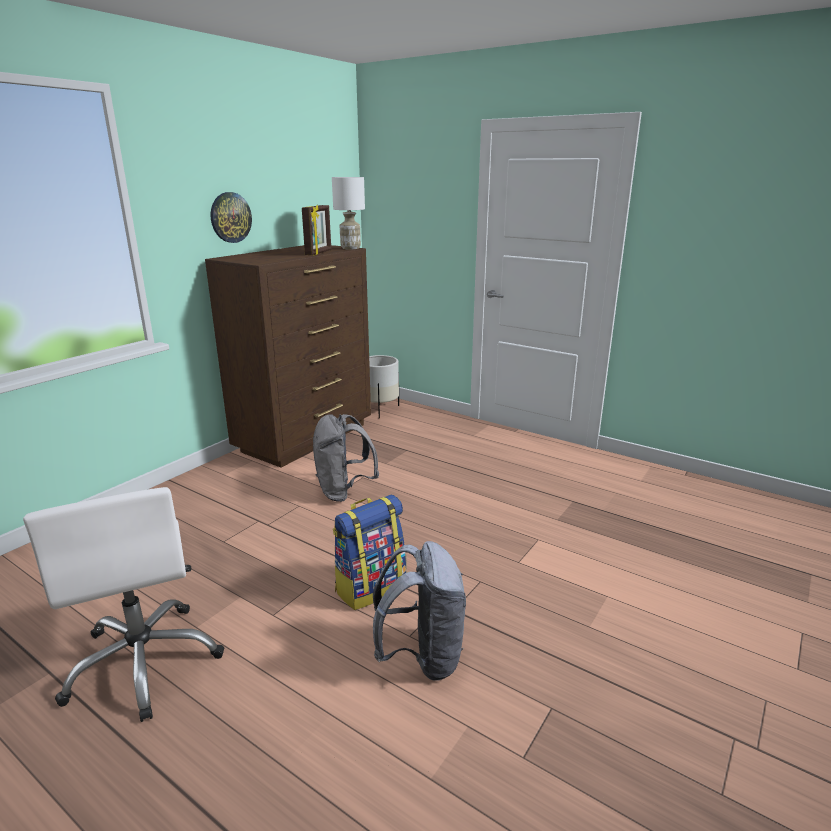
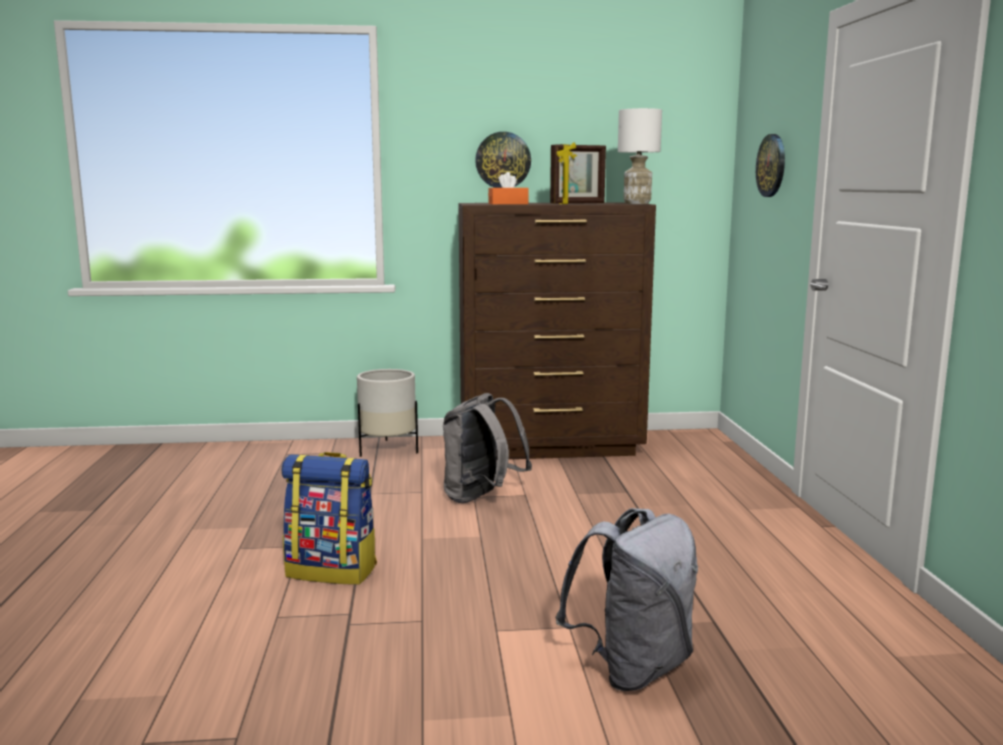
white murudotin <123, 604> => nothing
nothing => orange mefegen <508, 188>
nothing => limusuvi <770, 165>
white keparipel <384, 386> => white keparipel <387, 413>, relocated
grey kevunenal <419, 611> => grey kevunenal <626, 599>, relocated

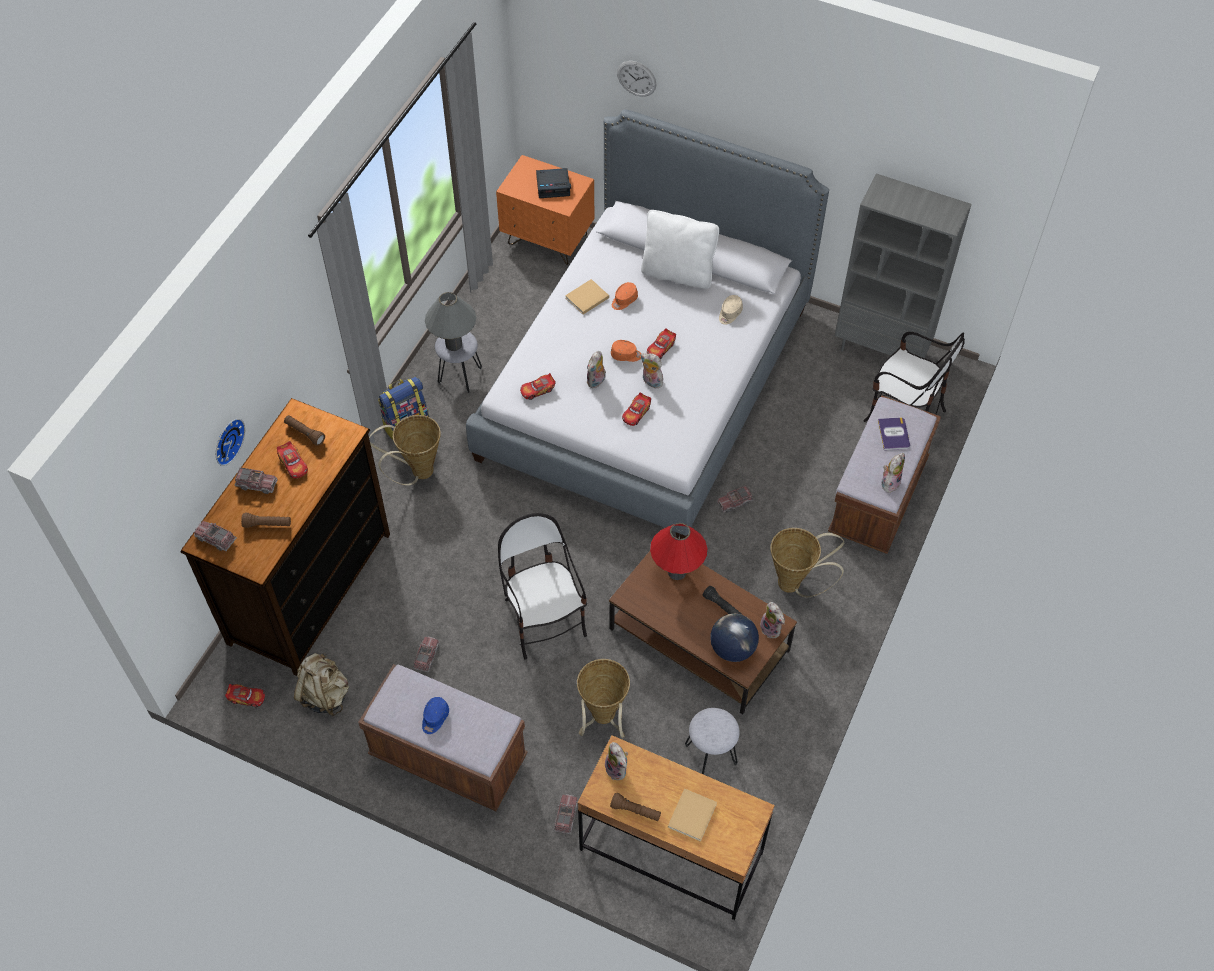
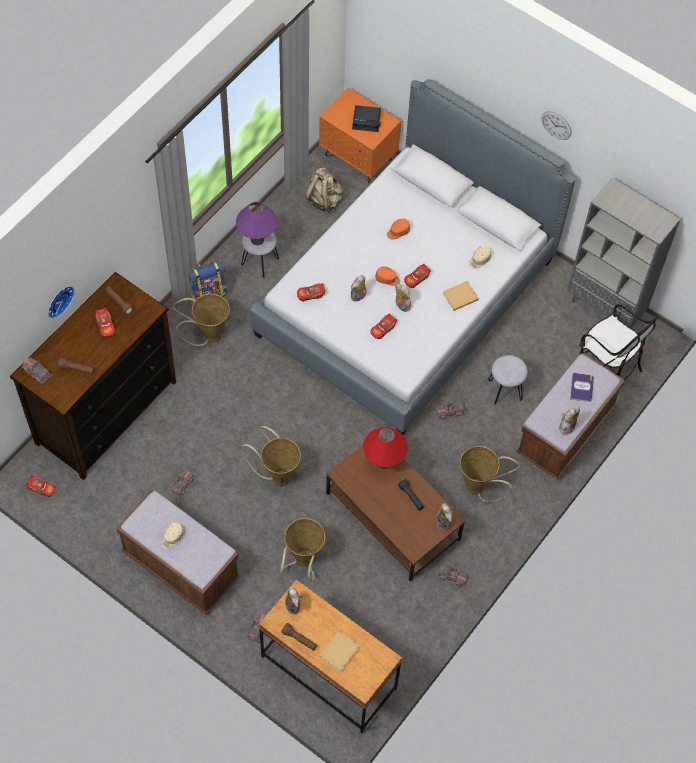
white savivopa <680, 249> => nothing
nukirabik <734, 638> => nothing
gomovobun <256, 480> => gomovobun <451, 575>, relocated
beige kevunenal <321, 684> => beige kevunenal <324, 190>, relocated
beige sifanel <587, 296> => beige sifanel <461, 296>, relocated
limusuvi <636, 79> => limusuvi <556, 125>, relocated
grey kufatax <712, 741> => grey kufatax <508, 380>, relocated
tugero <542, 586> => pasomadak <271, 456>
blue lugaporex <435, 715> => beige lugaporex <173, 535>
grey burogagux <450, 321> => purple burogagux <256, 223>

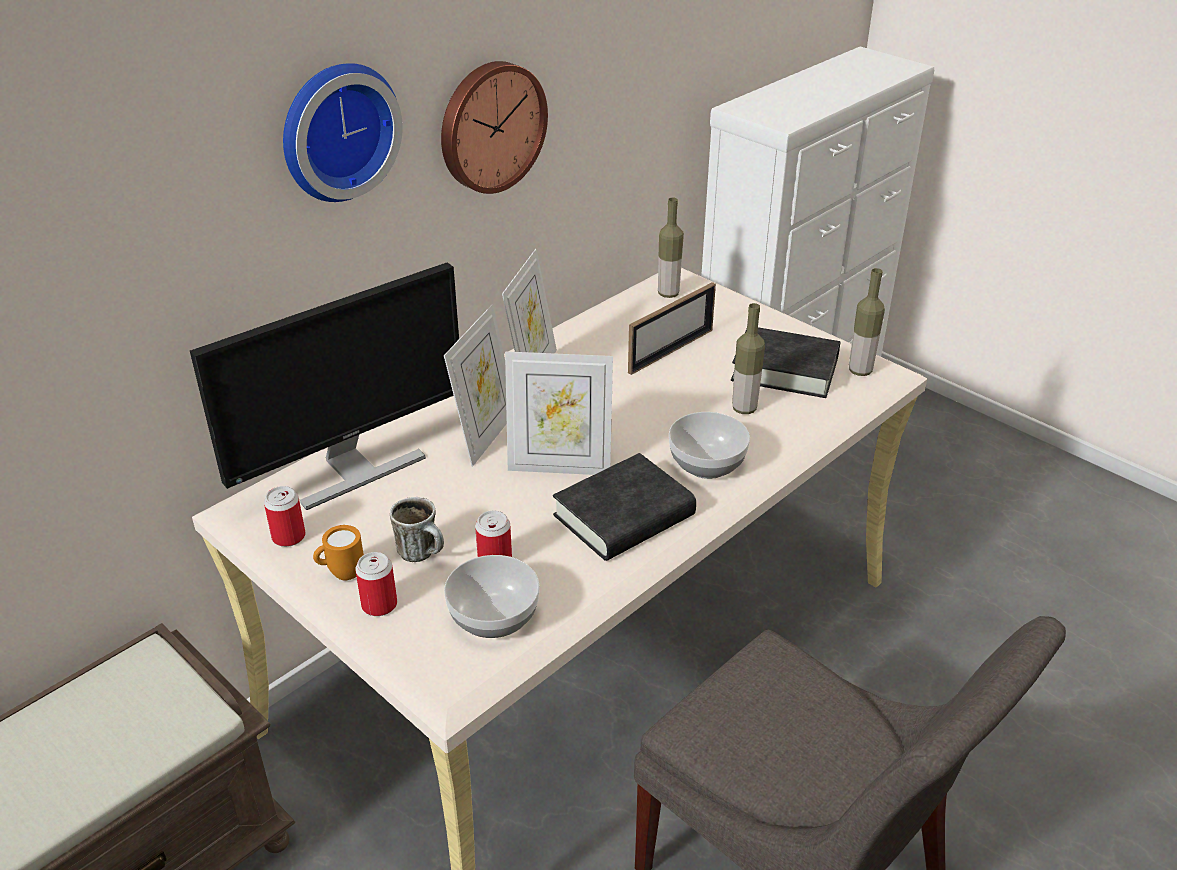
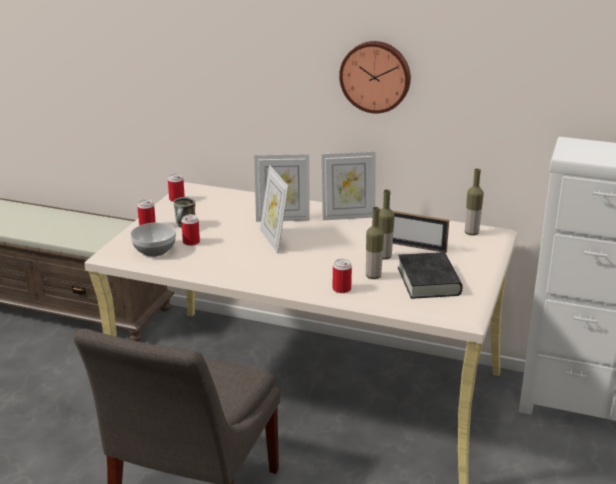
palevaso <324, 386> => nothing
limusuvi <343, 132> => nothing
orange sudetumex <338, 553> => nothing
black sifanel <624, 507> => nothing
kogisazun <709, 445> => nothing
nothing => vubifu <342, 276>
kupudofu <867, 322> => kupudofu <387, 225>, relocated

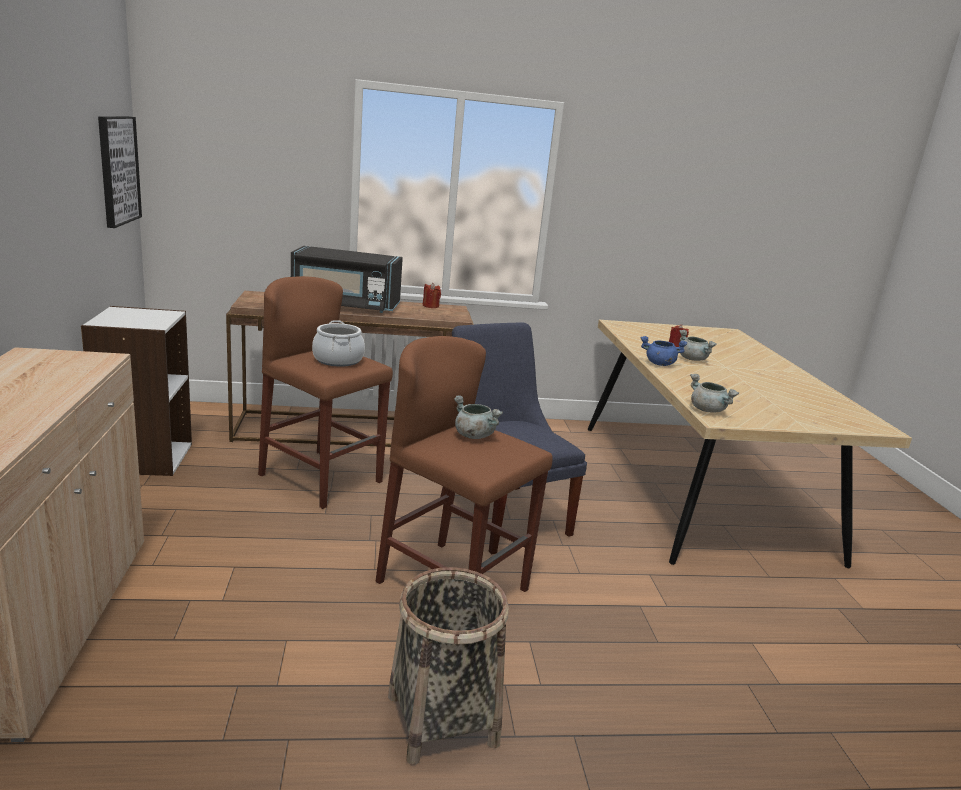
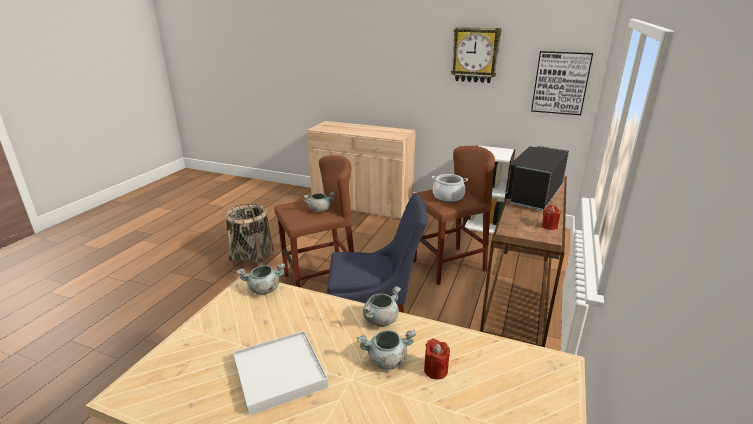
nothing => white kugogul <280, 373>
nothing => limusuvi <476, 55>
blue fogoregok <664, 351> => grey fogoregok <382, 306>

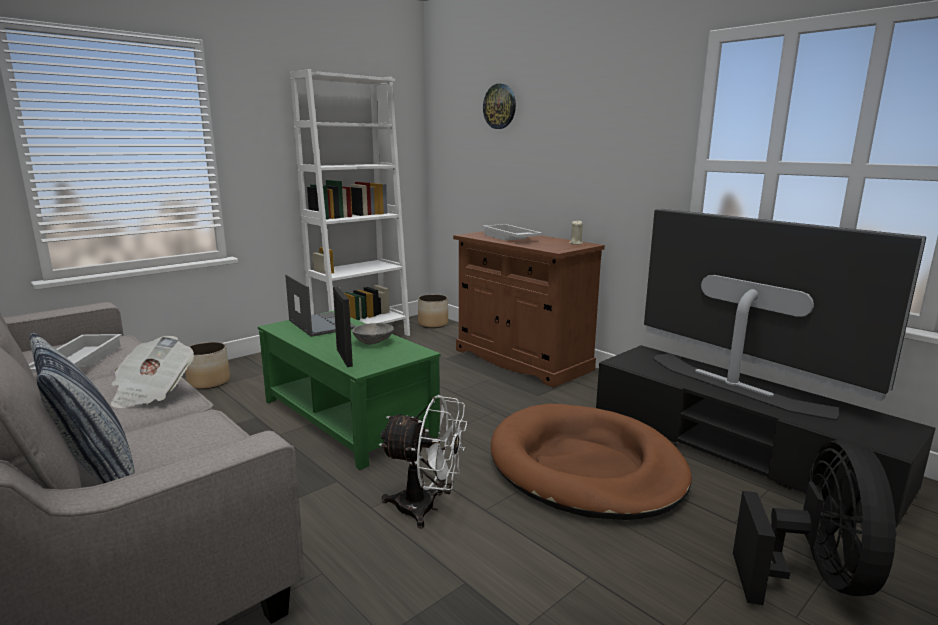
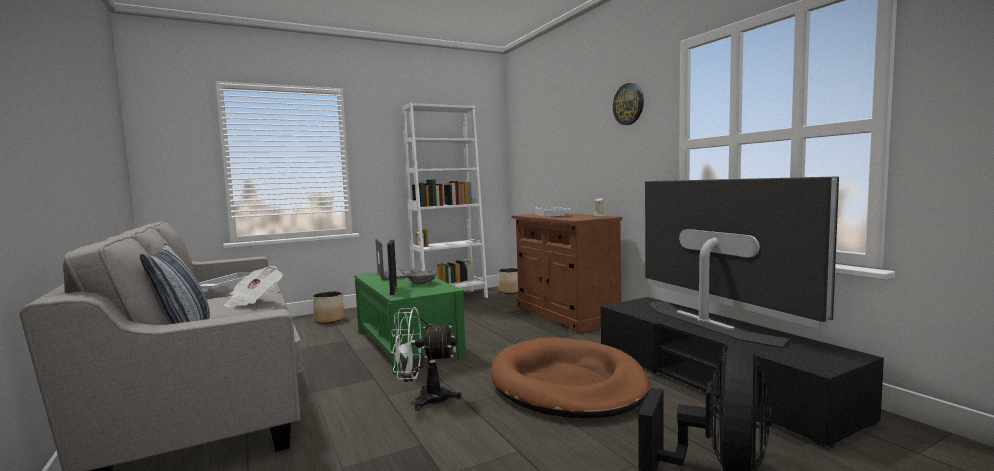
limusuvi <499, 106> => limusuvi <628, 104>, relocated
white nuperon <422, 462> => white nuperon <426, 359>, 150 degrees clockwise

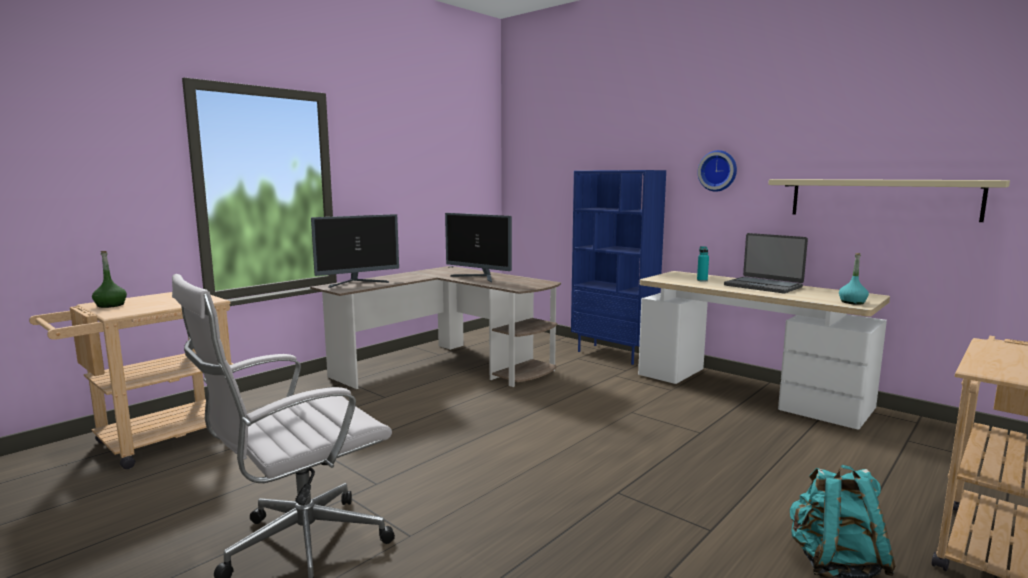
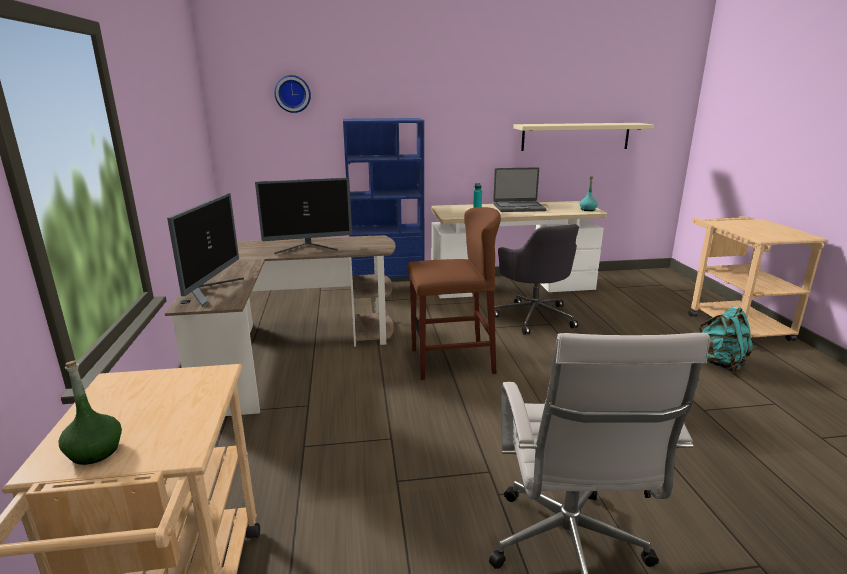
nothing => brown kufatax <454, 293>
nothing => grey murudotin <536, 279>
limusuvi <717, 171> => limusuvi <292, 94>, relocated

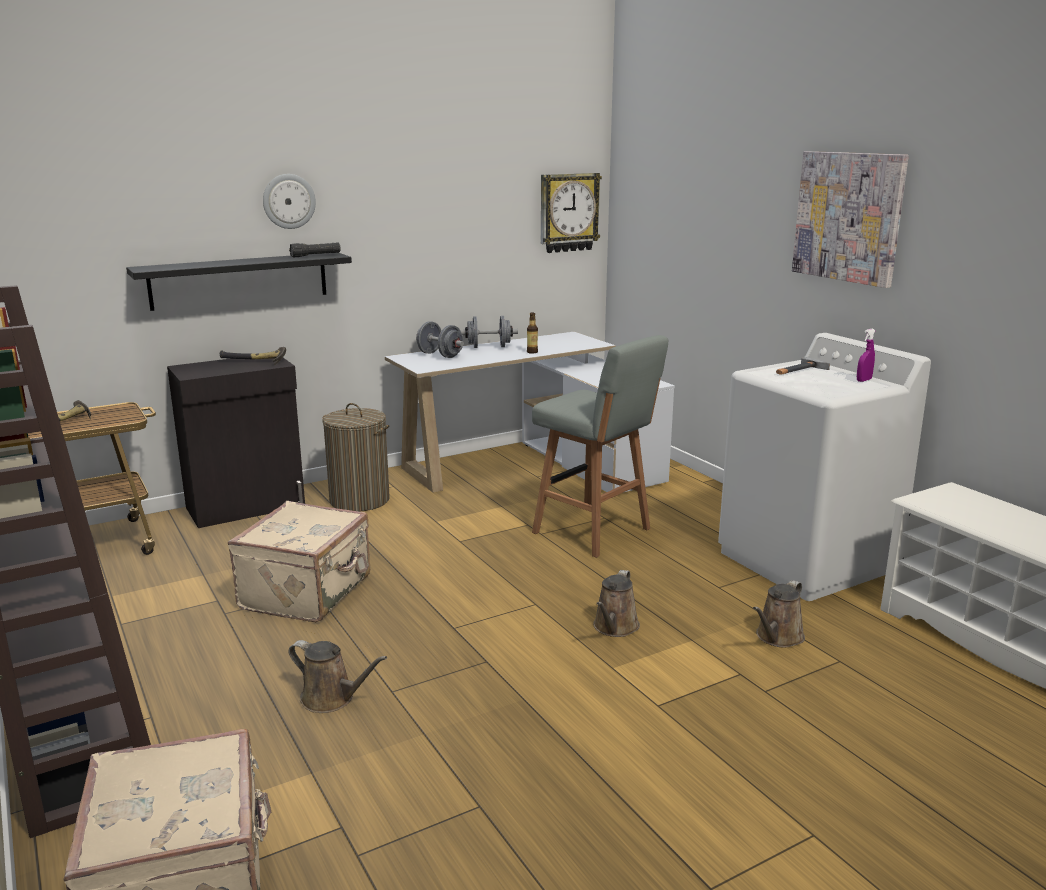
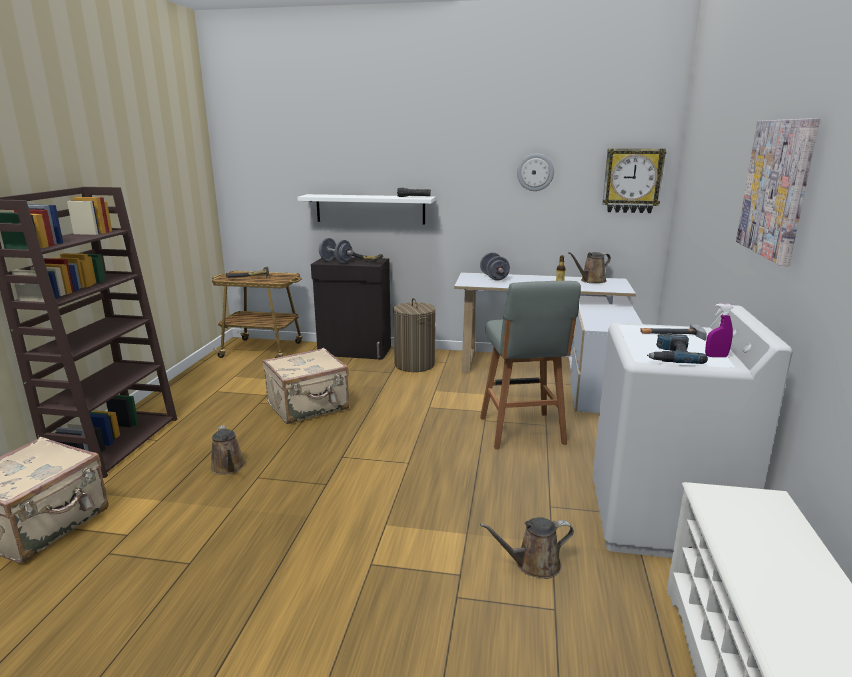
nothing => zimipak <677, 349>
limusuvi <289, 201> => limusuvi <535, 172>, relocated
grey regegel <489, 332> => grey regegel <336, 250>, relocated
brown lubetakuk <616, 603> => brown lubetakuk <589, 267>, relocated
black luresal <239, 282> => white luresal <366, 209>

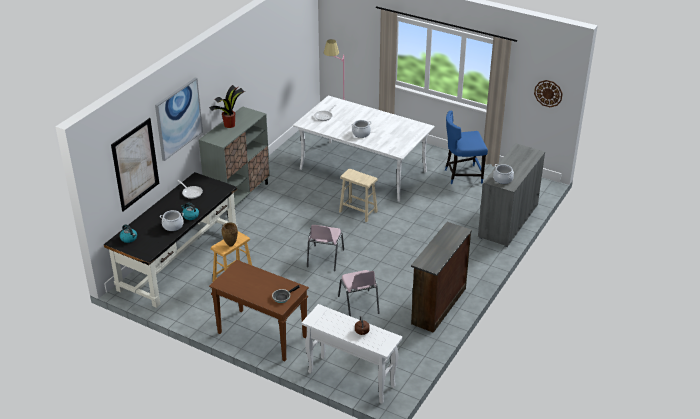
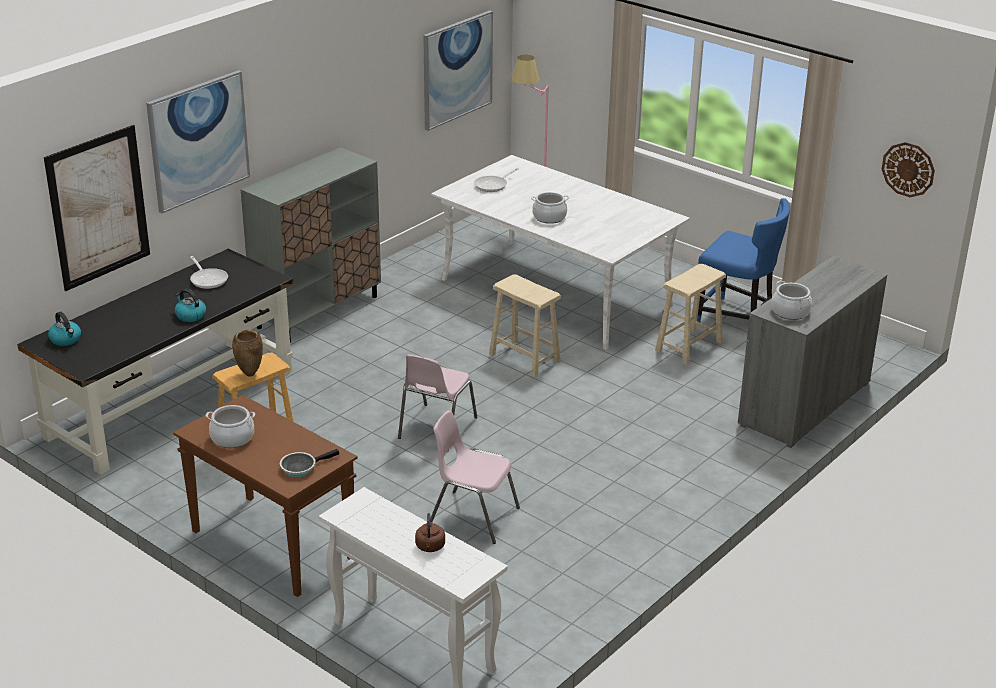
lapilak <227, 106> => nothing
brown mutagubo <441, 277> => nothing
nothing => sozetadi <458, 71>
nothing => beige kufatax <690, 314>
fogoregok <172, 220> => fogoregok <230, 426>, relocated
pink tugero <359, 293> => pink tugero <475, 477>, 120 degrees clockwise
blue tugero <466, 147> => blue tugero <743, 260>, 150 degrees counterclockwise

